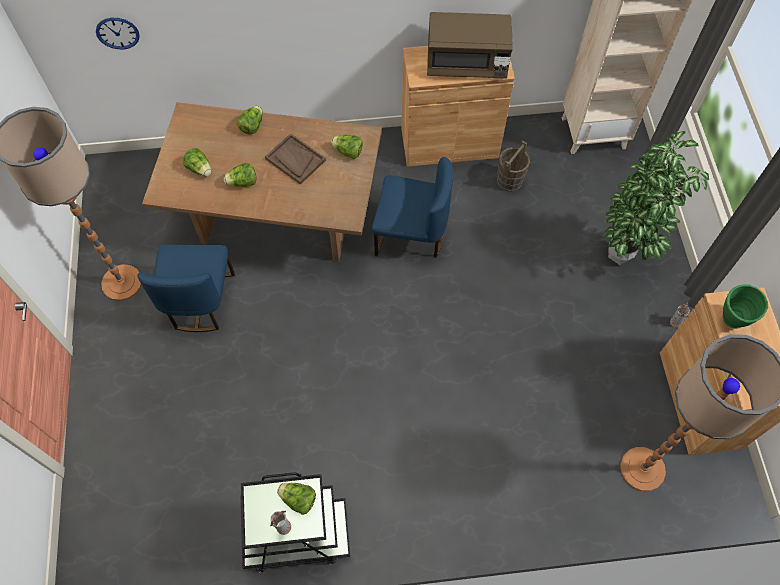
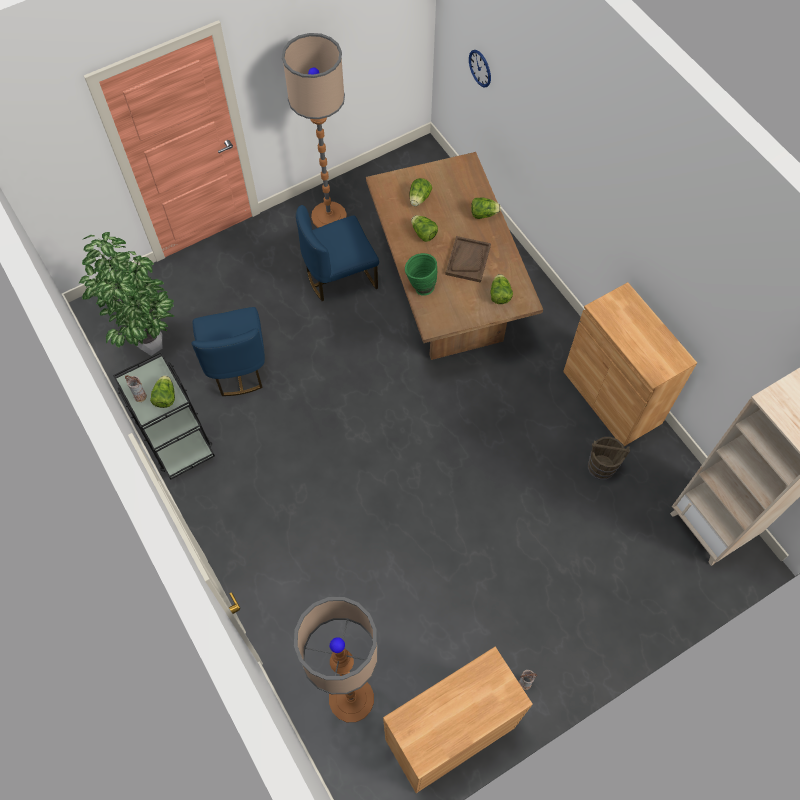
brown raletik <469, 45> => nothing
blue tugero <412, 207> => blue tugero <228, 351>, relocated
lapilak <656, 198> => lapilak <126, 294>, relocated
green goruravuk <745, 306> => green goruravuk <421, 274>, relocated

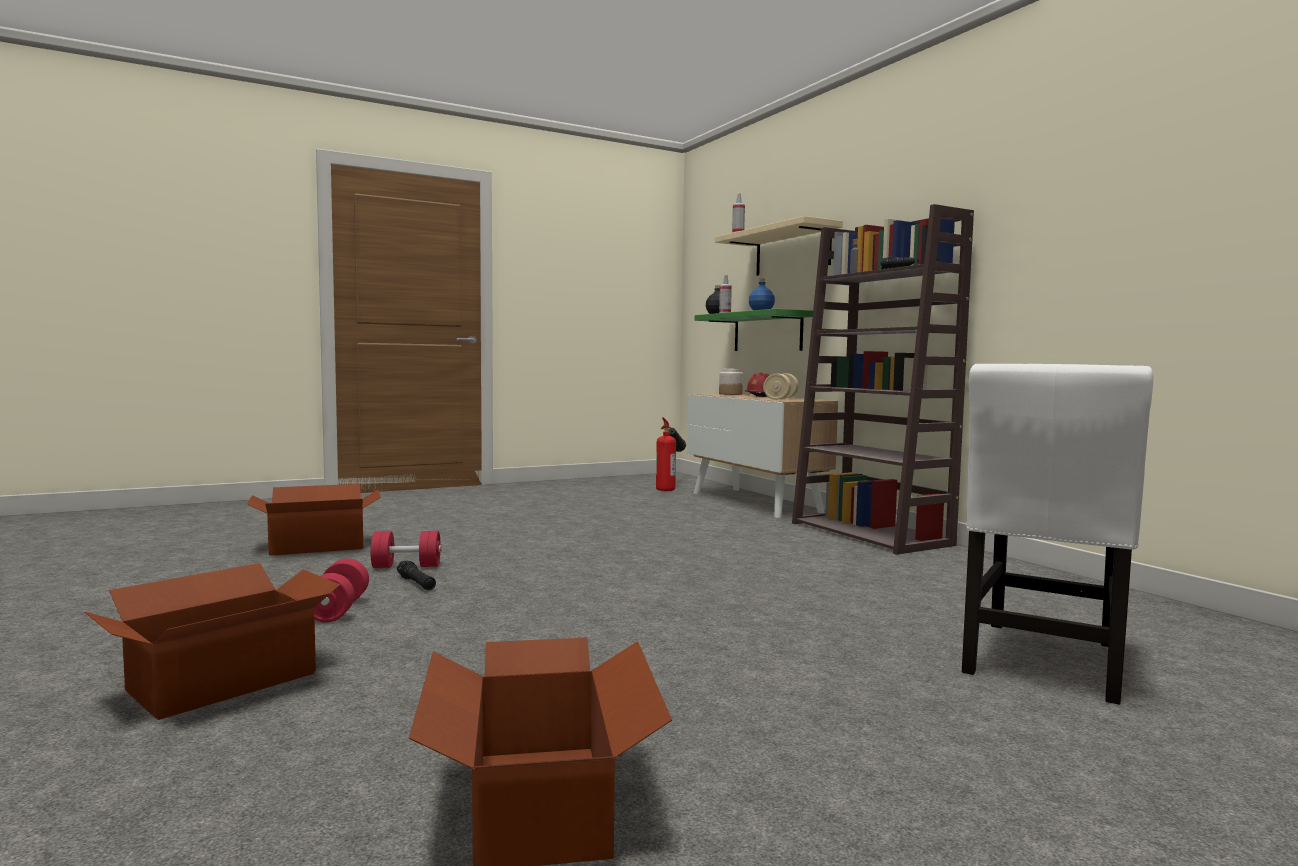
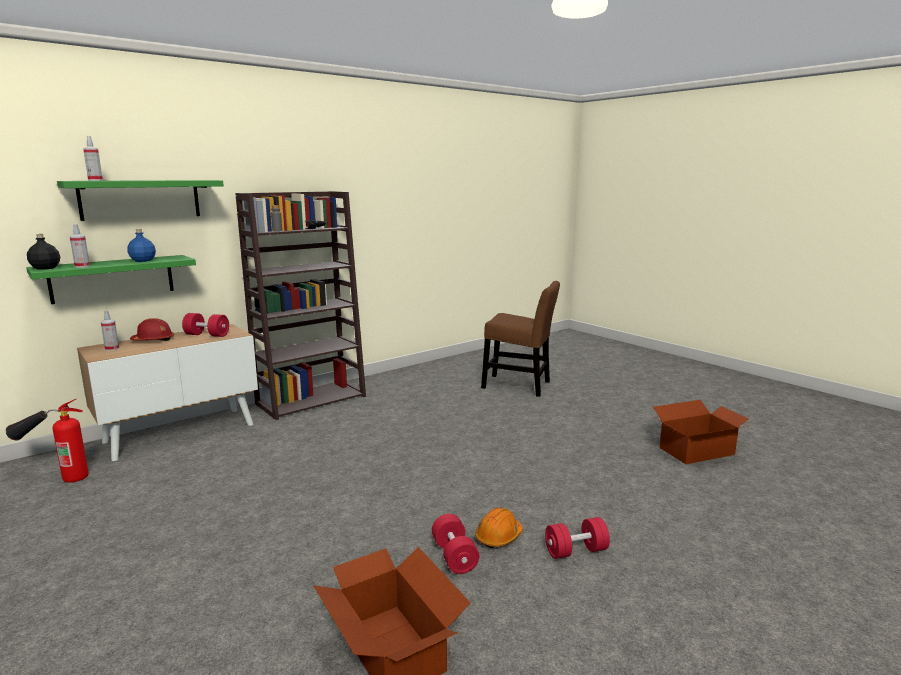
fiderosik <212, 641> => nothing
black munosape <416, 575> => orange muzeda <499, 528>
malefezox <731, 382> => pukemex <110, 330>
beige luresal <779, 246> => green luresal <140, 200>
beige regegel <781, 386> => red regegel <205, 325>
white tugero <1057, 534> => brown tugero <520, 339>

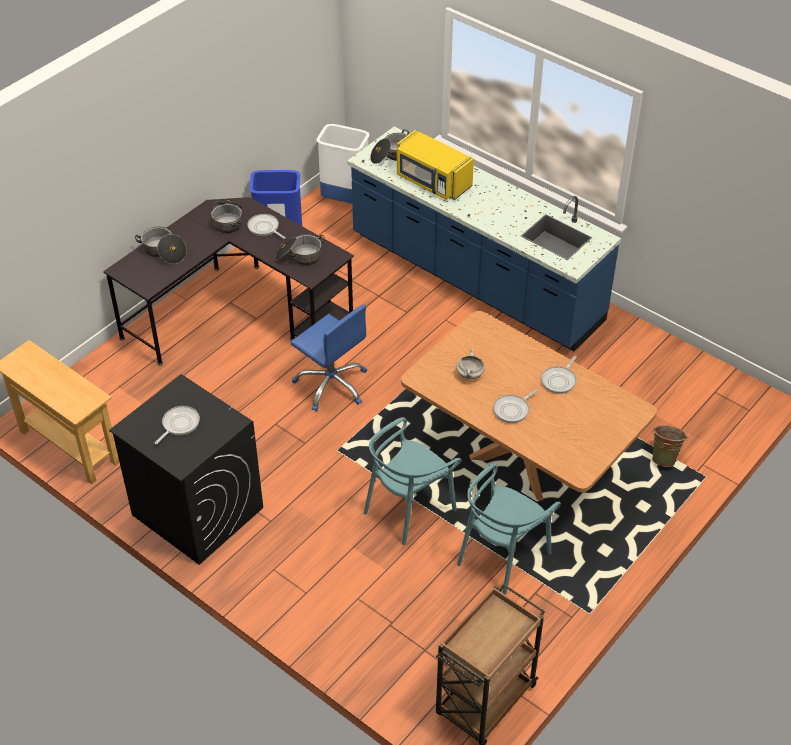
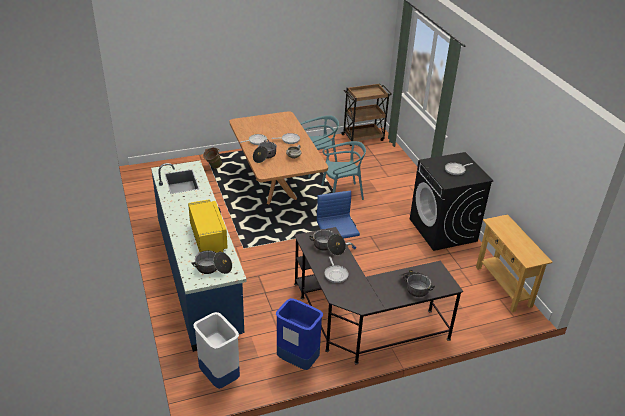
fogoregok <227, 216> => fogoregok <265, 151>, relocated

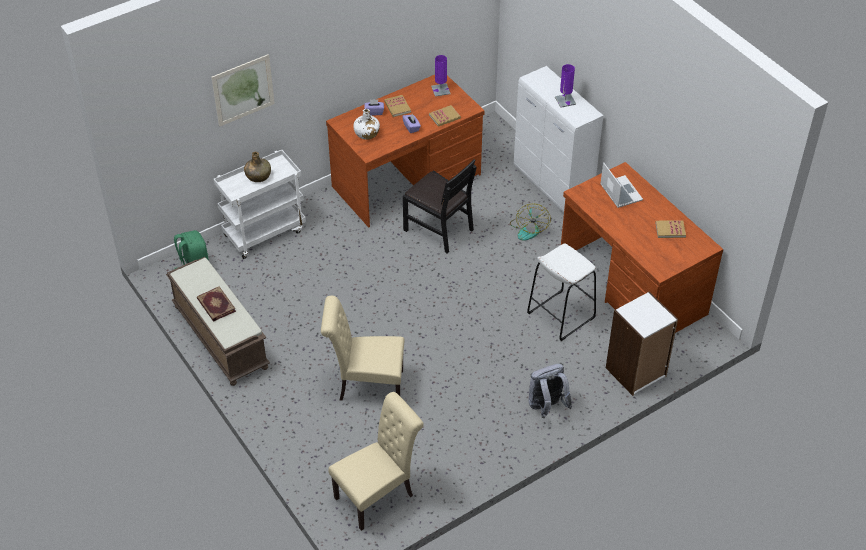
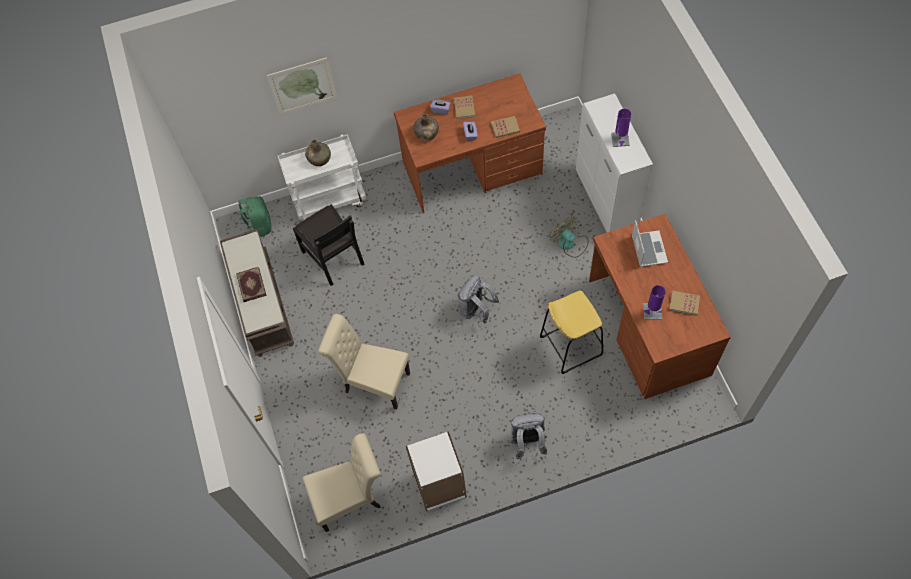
nothing => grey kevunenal <478, 299>
black tugero <439, 206> => black tugero <328, 245>, relocated
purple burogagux <441, 76> => purple burogagux <654, 302>, relocated
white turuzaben <642, 344> => white turuzaben <436, 471>, relocated
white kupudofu <366, 124> => green kupudofu <426, 127>
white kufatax <561, 292> => yellow kufatax <571, 332>
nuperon <530, 222> => nuperon <569, 237>, 120 degrees clockwise

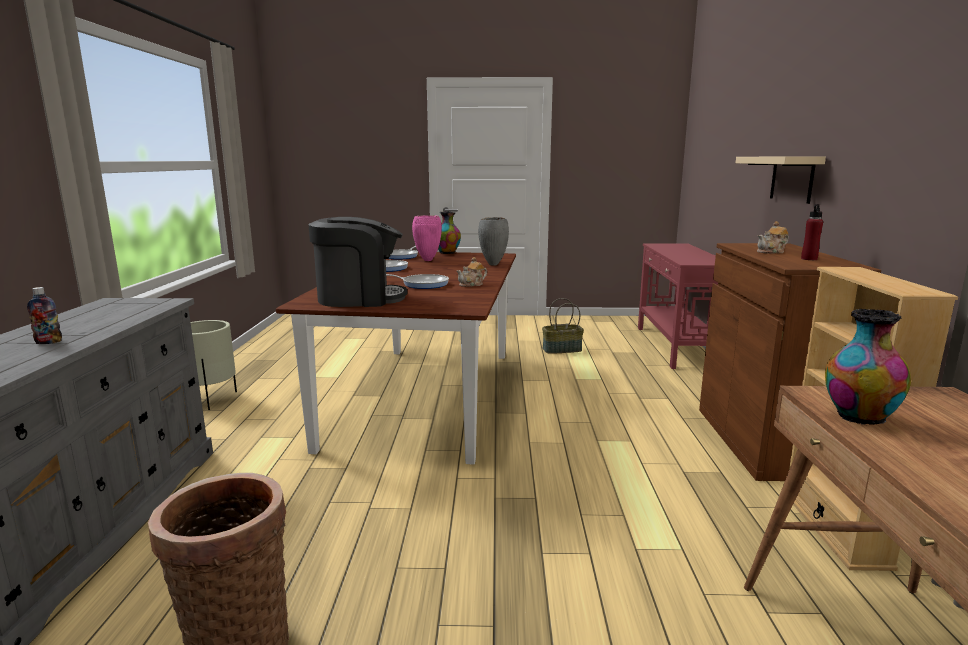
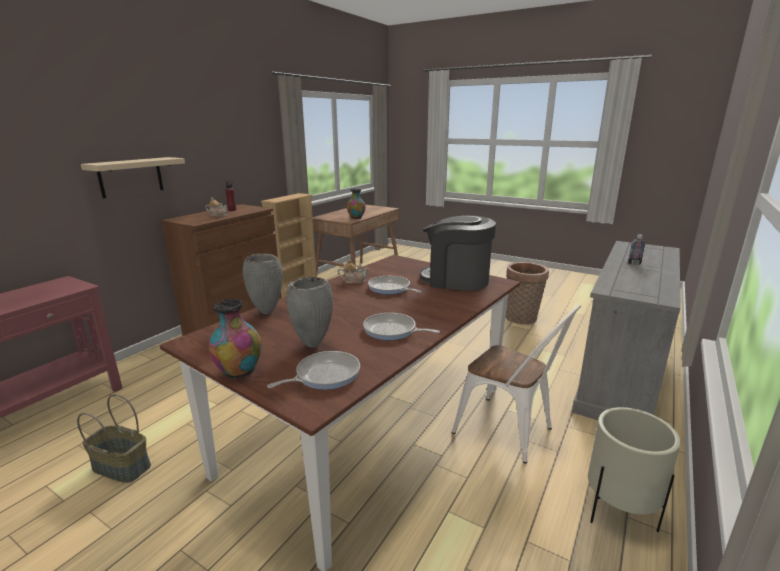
nothing => white tugero <516, 384>
pink goruravuk <427, 238> => grey goruravuk <309, 312>

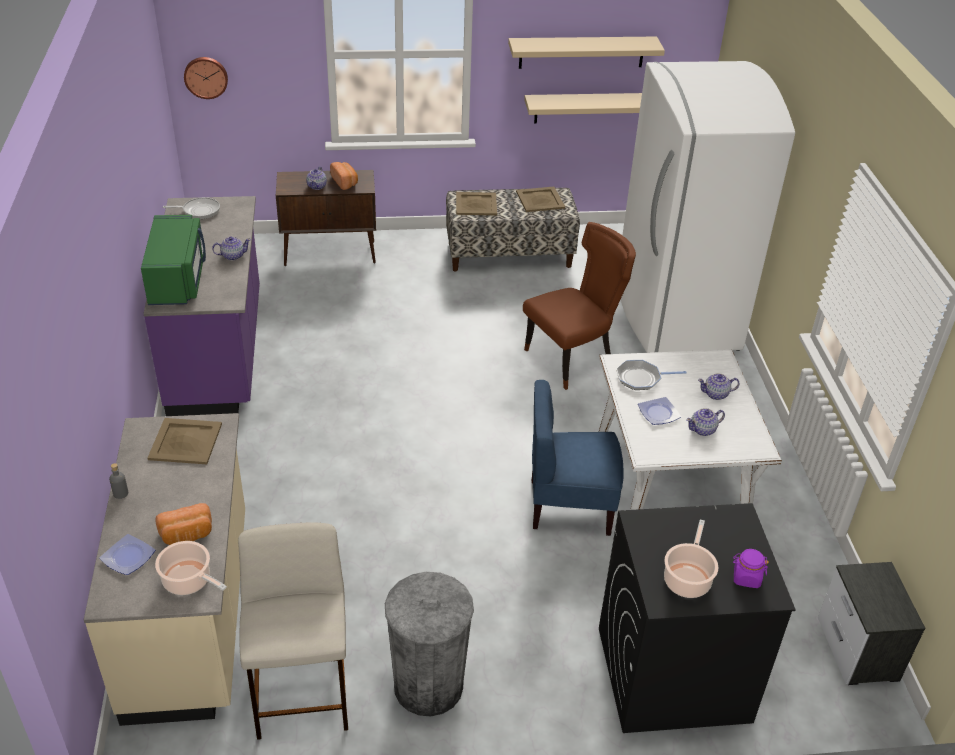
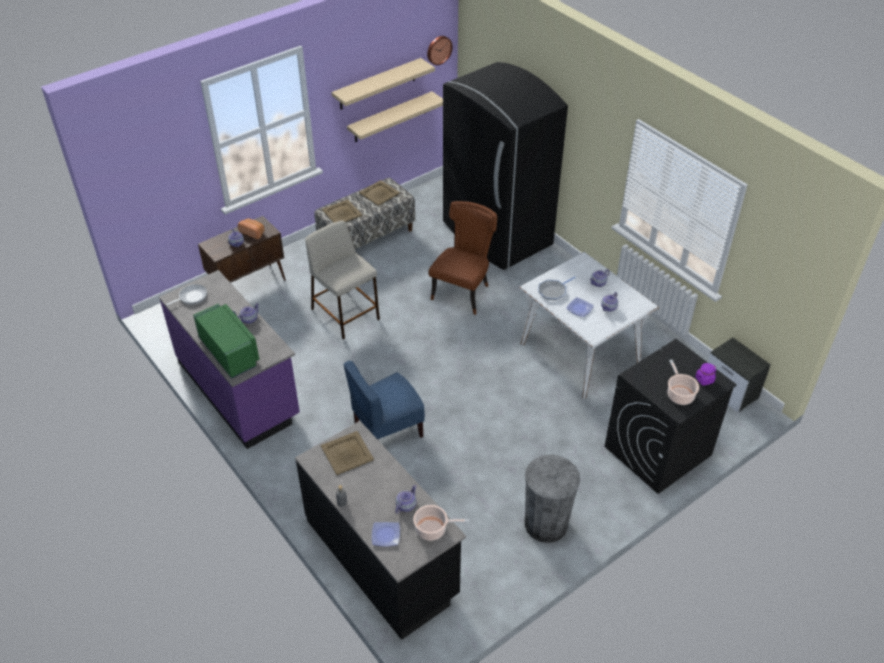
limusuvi <206, 78> => limusuvi <440, 50>, relocated
beige kufatax <293, 631> => beige kufatax <342, 280>, relocated
blue tugero <578, 458> => blue tugero <384, 401>, relocated
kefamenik <183, 524> => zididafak <405, 499>
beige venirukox <164, 569> => black venirukox <380, 530>
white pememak <708, 207> => black pememak <505, 166>

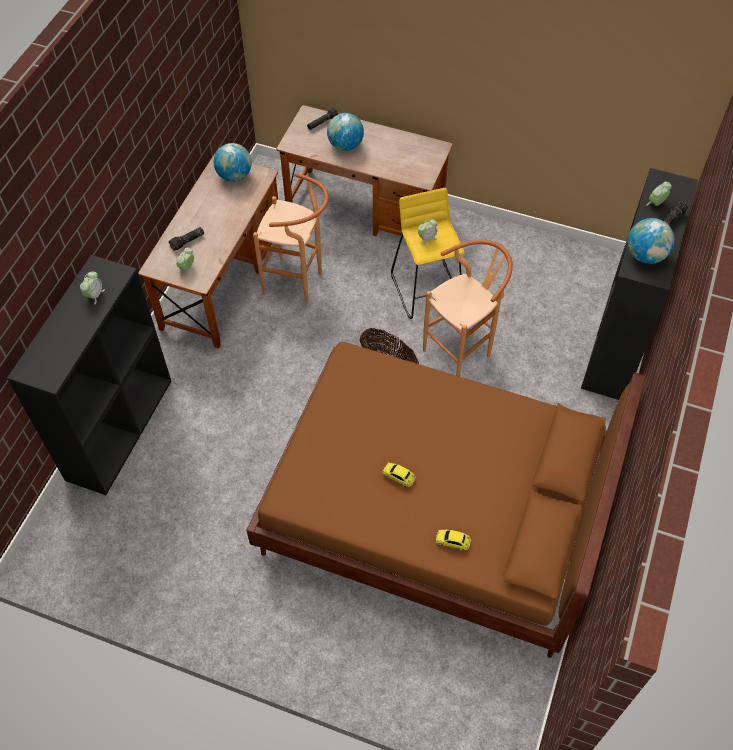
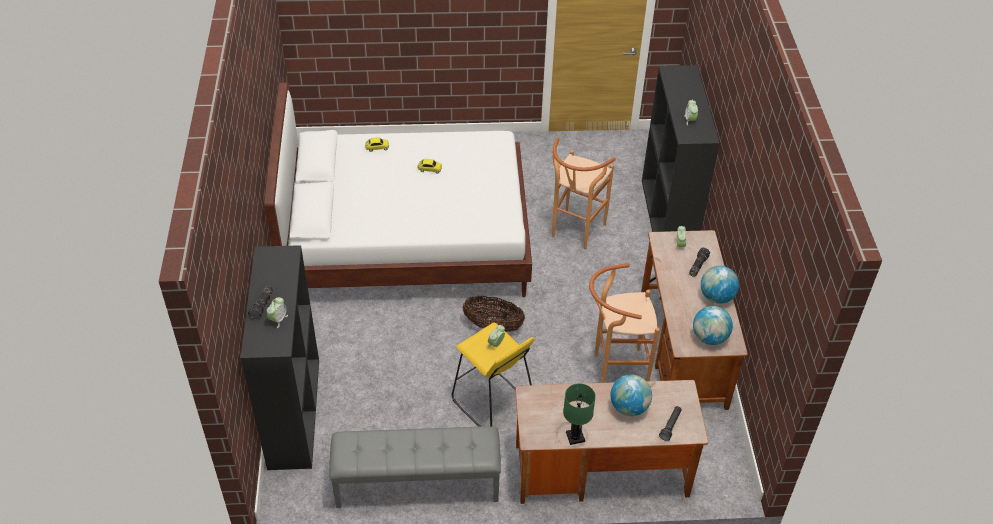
nothing => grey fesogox <415, 467>
nothing => green burogagux <579, 414>
brown kufatax <468, 308> => brown kufatax <584, 193>, relocated
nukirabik <651, 241> => nukirabik <720, 285>, relocated
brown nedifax <445, 500> => white nedifax <398, 190>

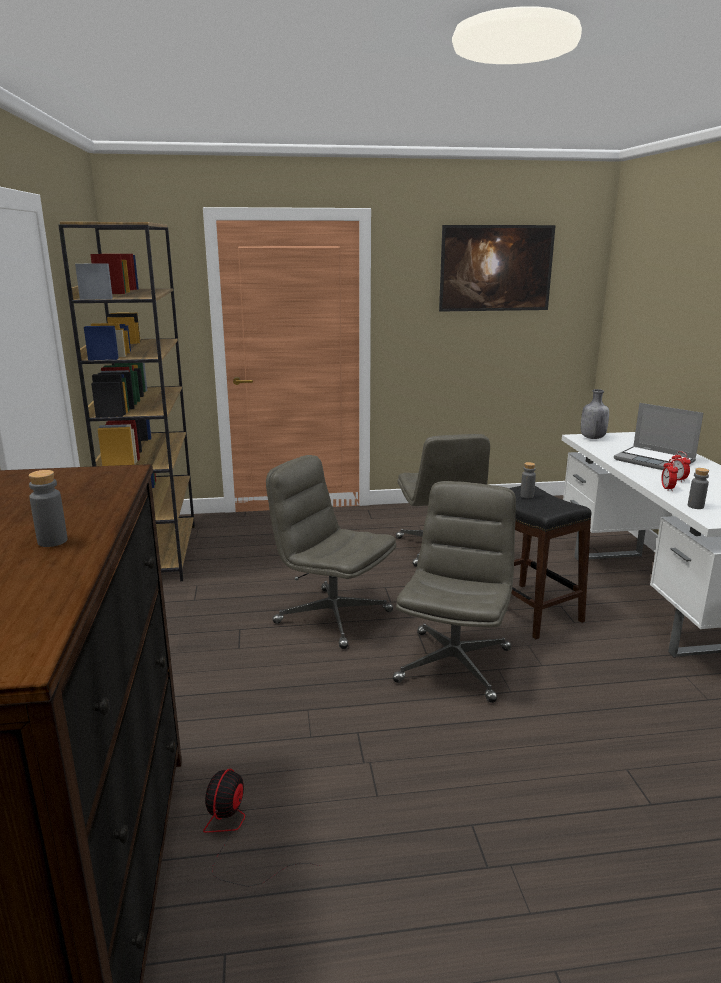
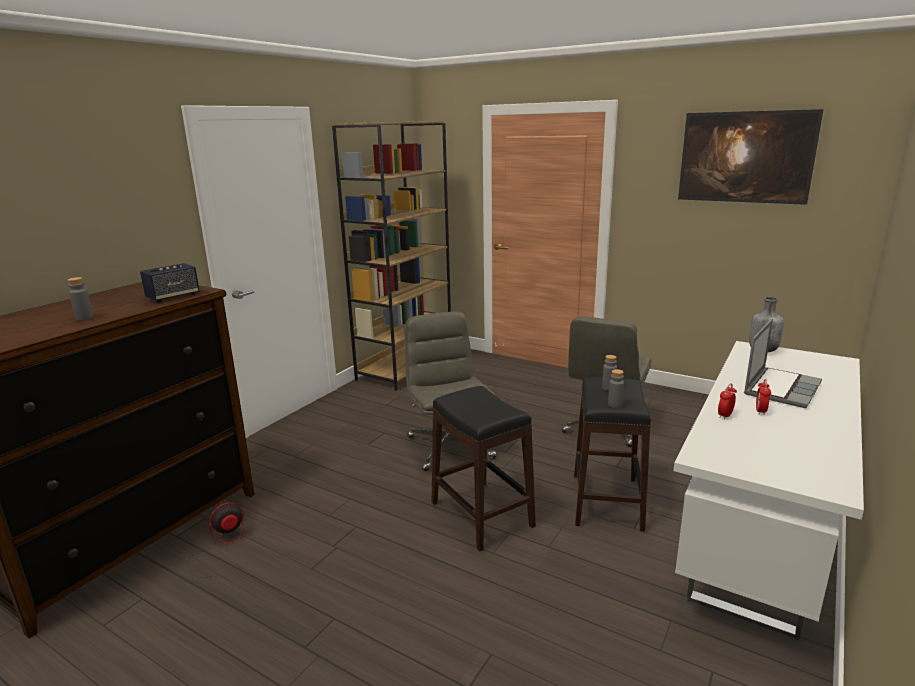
nothing => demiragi <170, 282>
grey kupudofu <698, 488> => grey kupudofu <616, 388>, relocated
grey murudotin <454, 592> => black kufatax <483, 468>
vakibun <658, 436> => vakibun <783, 363>, 135 degrees counterclockwise

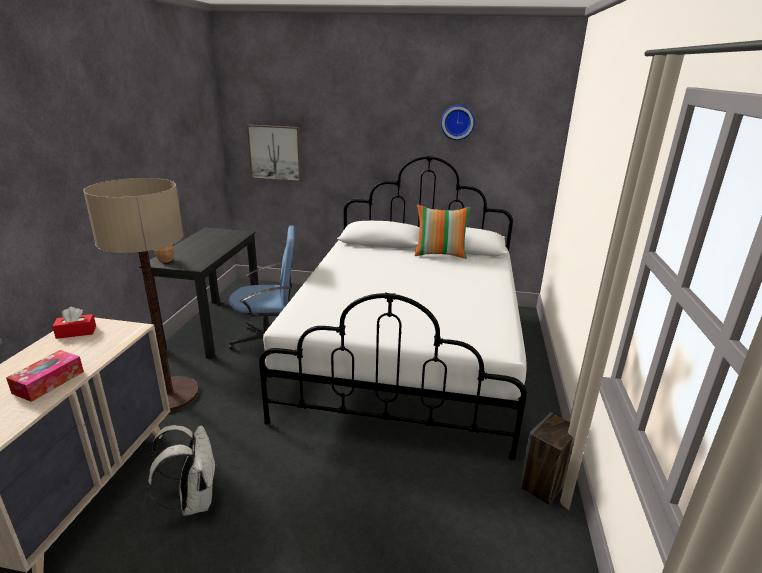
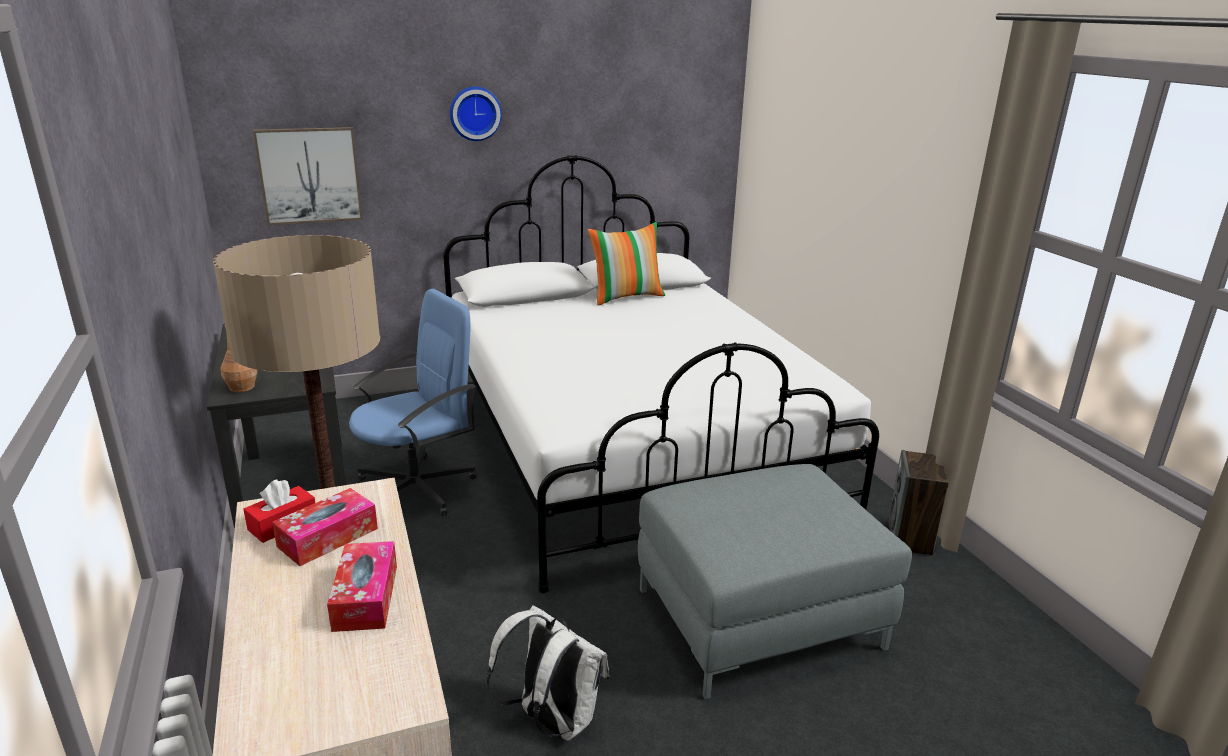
nothing => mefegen <325, 527>
nothing => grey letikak <775, 581>
limusuvi <458, 122> => limusuvi <476, 114>, relocated

